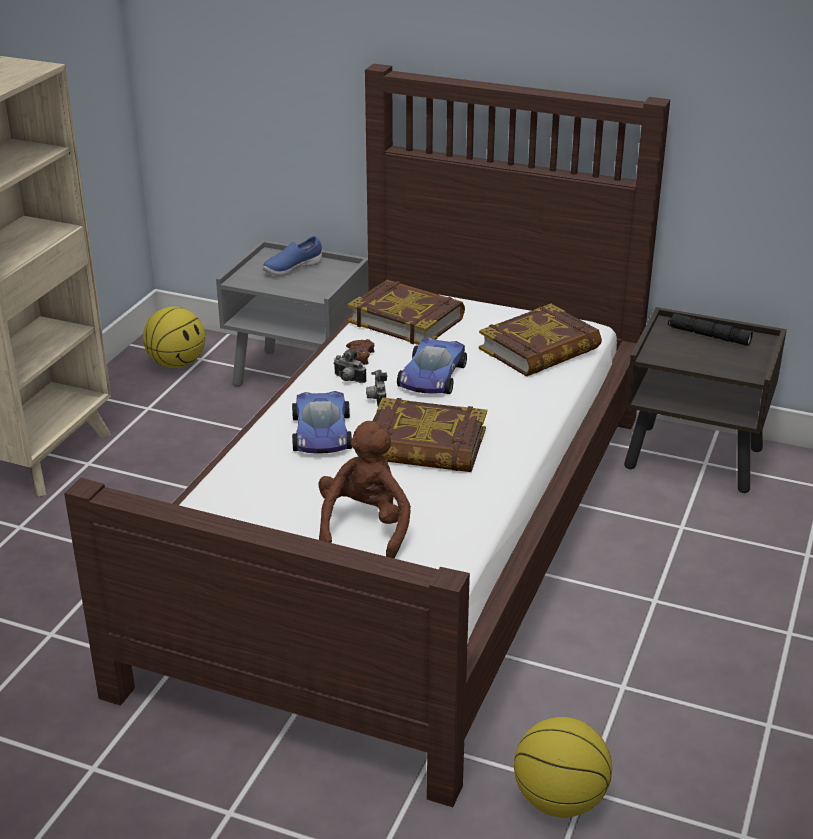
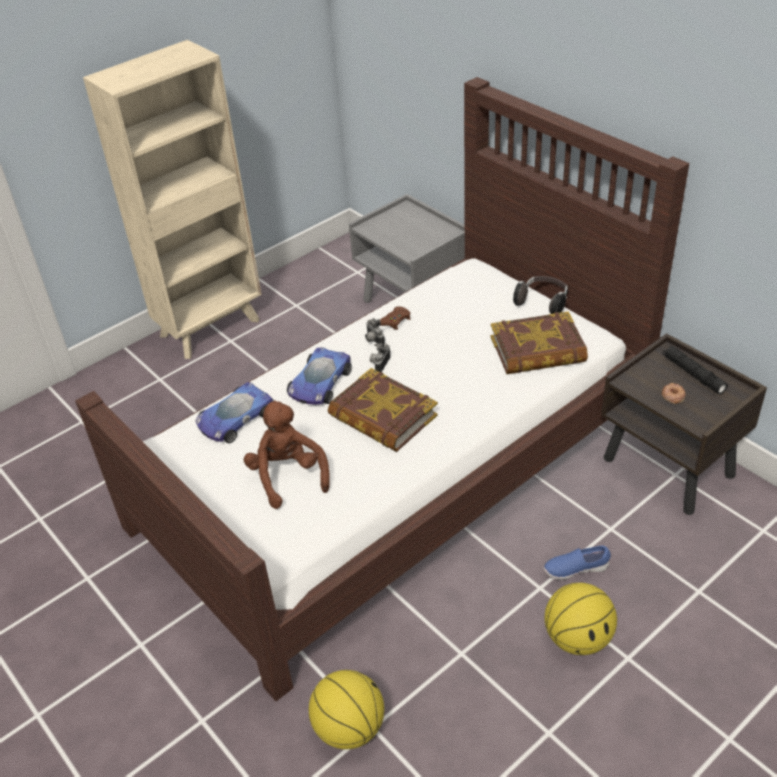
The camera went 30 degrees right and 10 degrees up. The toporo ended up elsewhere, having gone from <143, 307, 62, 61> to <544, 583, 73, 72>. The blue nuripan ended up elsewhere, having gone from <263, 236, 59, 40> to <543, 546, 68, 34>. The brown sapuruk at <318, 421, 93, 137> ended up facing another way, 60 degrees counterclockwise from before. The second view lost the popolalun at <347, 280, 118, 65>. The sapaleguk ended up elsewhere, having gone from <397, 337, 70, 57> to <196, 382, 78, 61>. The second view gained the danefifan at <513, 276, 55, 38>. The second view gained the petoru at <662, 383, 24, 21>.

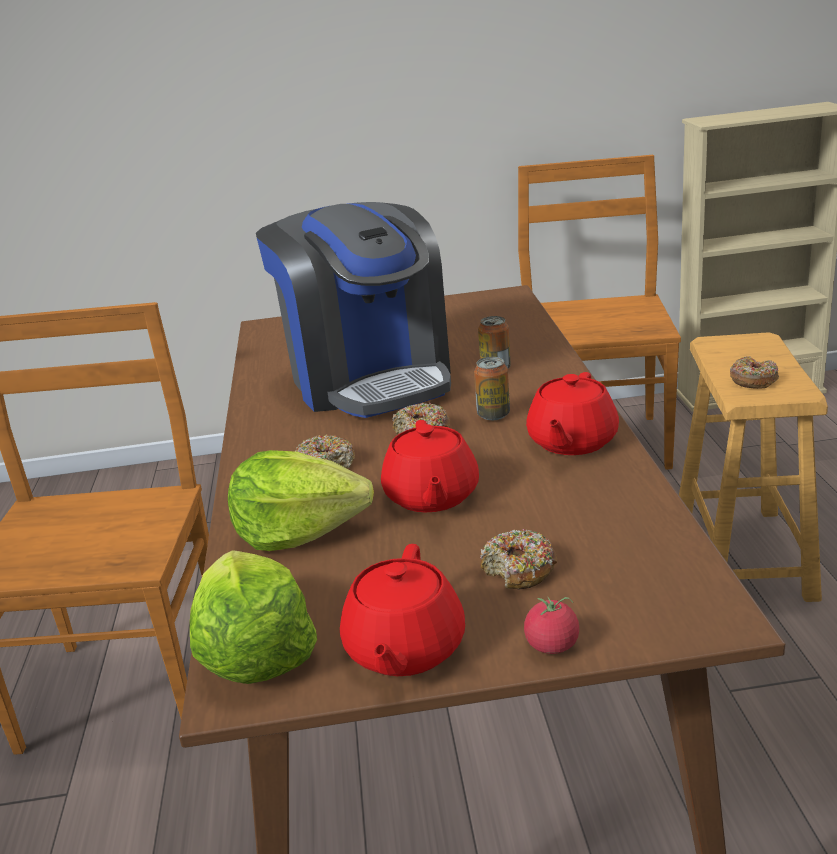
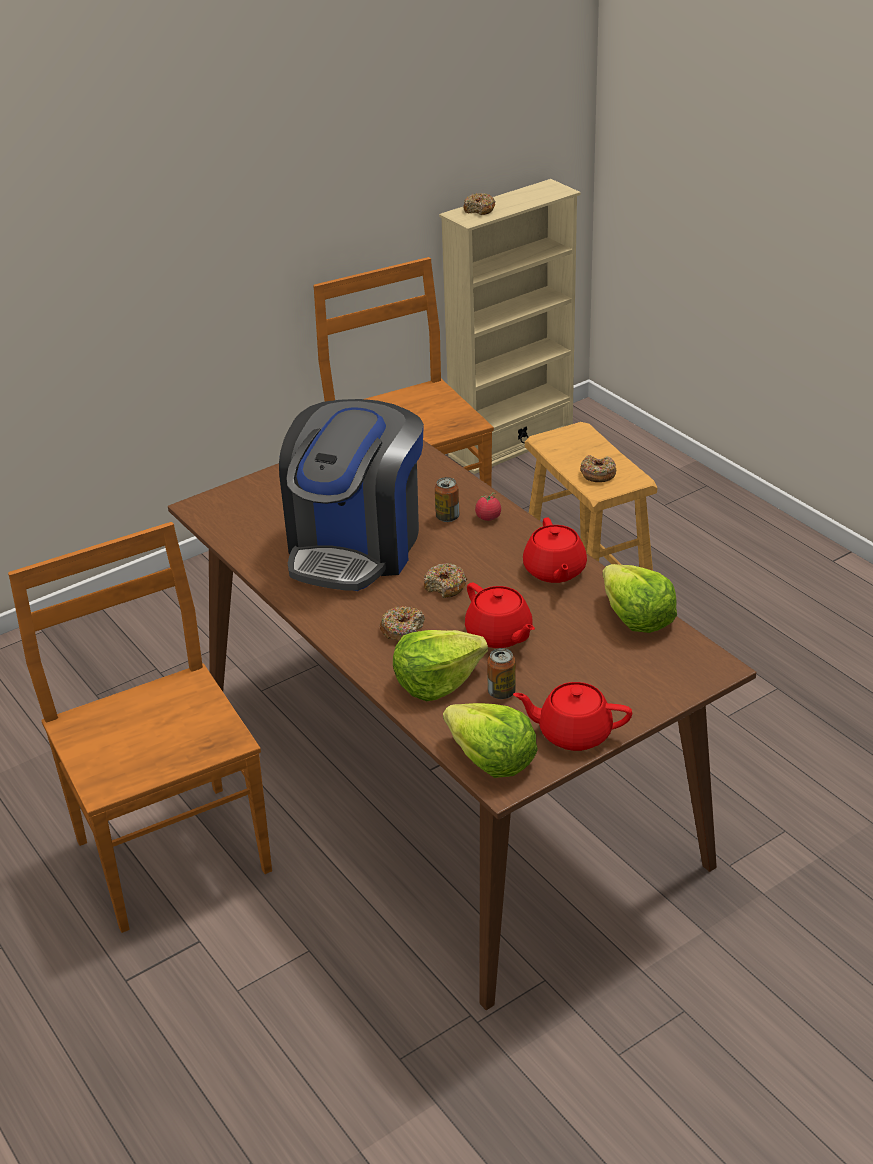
The camera went 30 degrees left and 10 degrees up. The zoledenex at <256, 202, 195, 216> ended up facing another way, 75 degrees clockwise from before. The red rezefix at <340, 544, 125, 132> ended up facing another way, 120 degrees clockwise from before. The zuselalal ended up elsewhere, having gone from <474, 357, 36, 63> to <487, 648, 29, 51>. The petoru ended up elsewhere, having gone from <480, 529, 77, 61> to <463, 193, 32, 22>. The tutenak ended up elsewhere, having gone from <524, 596, 55, 58> to <475, 493, 26, 28>. The second view gained the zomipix at <602, 564, 75, 69>.

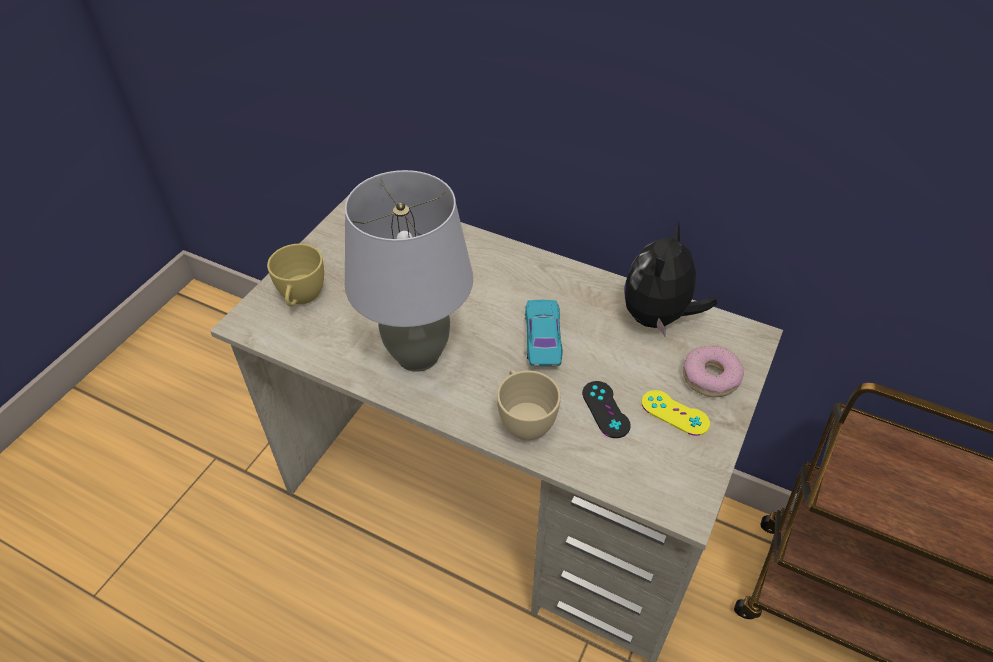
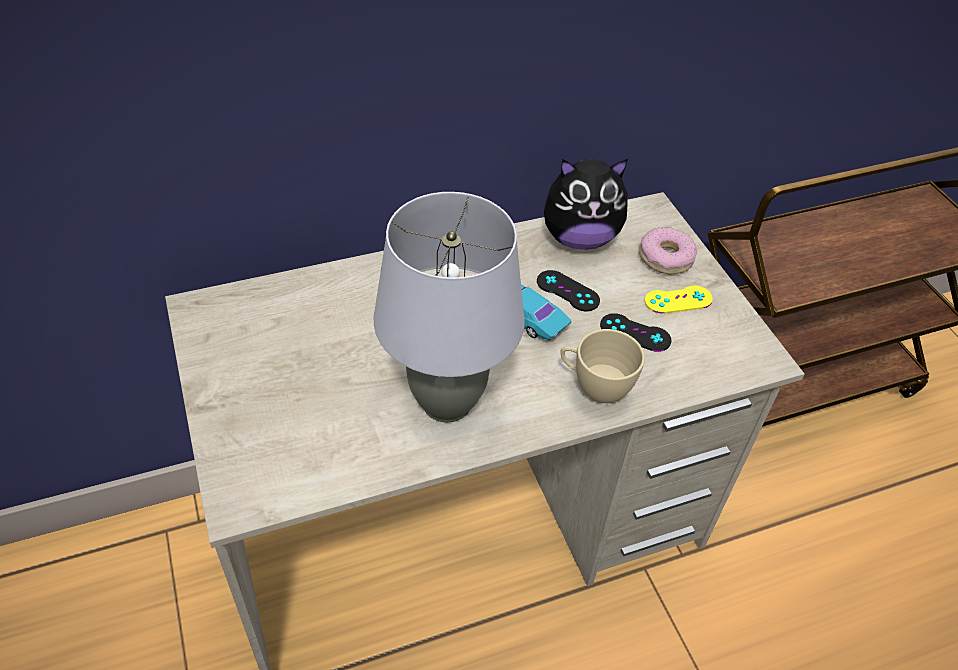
The camera went 50 degrees left and 0 degrees up. The second view lost the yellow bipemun at <267, 244, 57, 63>. The sapuruk at <624, 221, 93, 115> ended up facing another way, 75 degrees counterclockwise from before. The second view gained the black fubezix at <537, 270, 63, 41>.

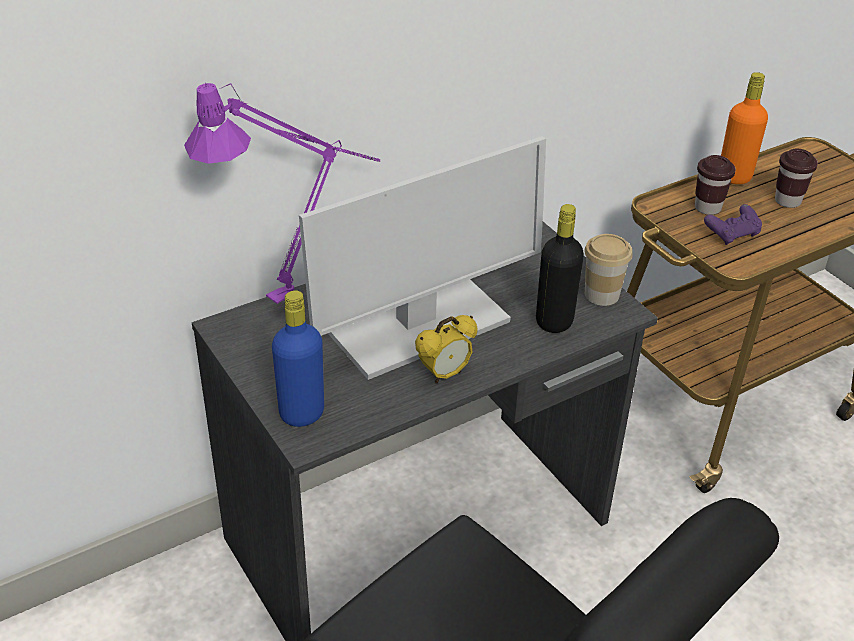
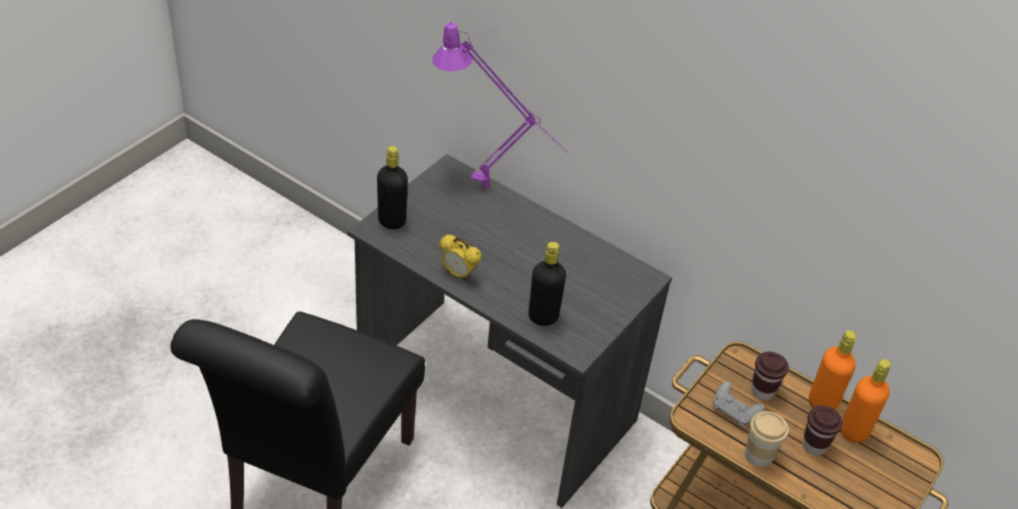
The camera went 65 degrees right and 5 degrees up. What was the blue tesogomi at <272, 290, 52, 137> turned into the black tesogomi at <377, 146, 31, 83>. The second view lost the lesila at <299, 136, 247, 244>. The bipemun ended up elsewhere, having gone from <585, 234, 48, 72> to <745, 411, 43, 56>. What was the purple fubezix at <704, 204, 58, 41> turned into the grey fubezix at <713, 381, 52, 46>. The second view gained the orange tesogomi at <840, 359, 51, 84>.

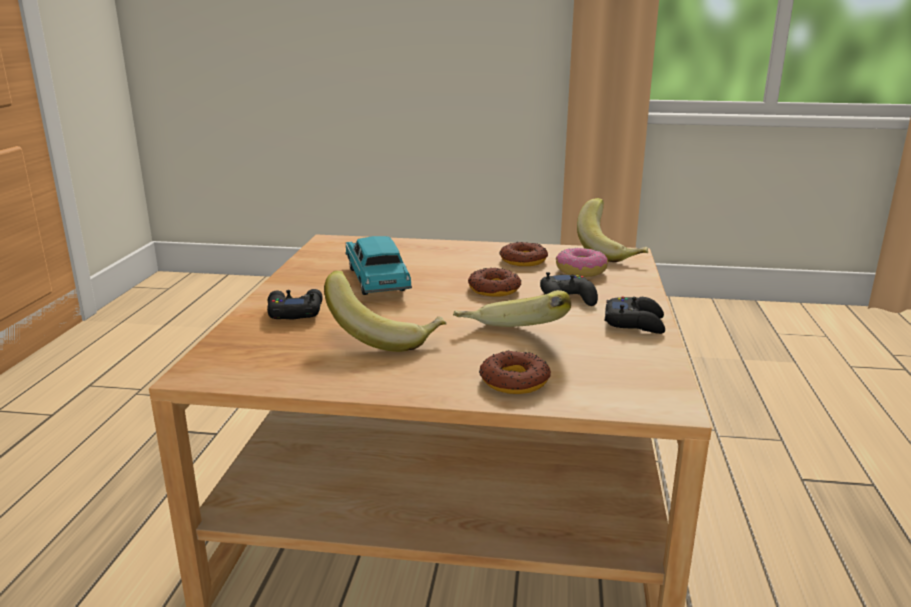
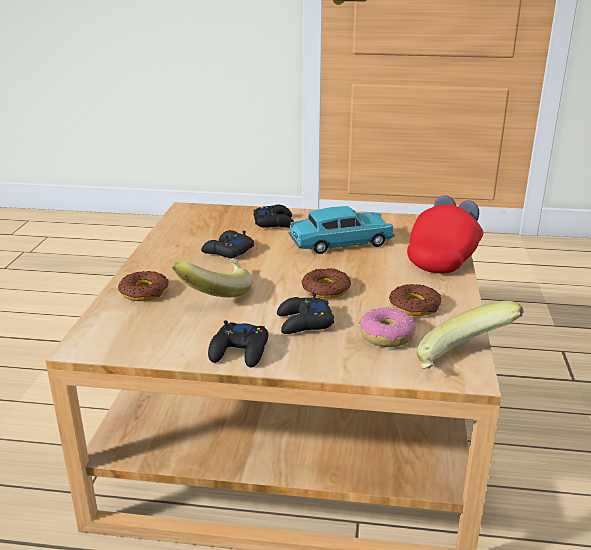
The camera went 90 degrees right and 5 degrees up. Where the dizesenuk stood at <324, 270, 123, 82>, the black fubezix came to stand at <201, 230, 53, 28>. The second view gained the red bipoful at <407, 195, 76, 78>.

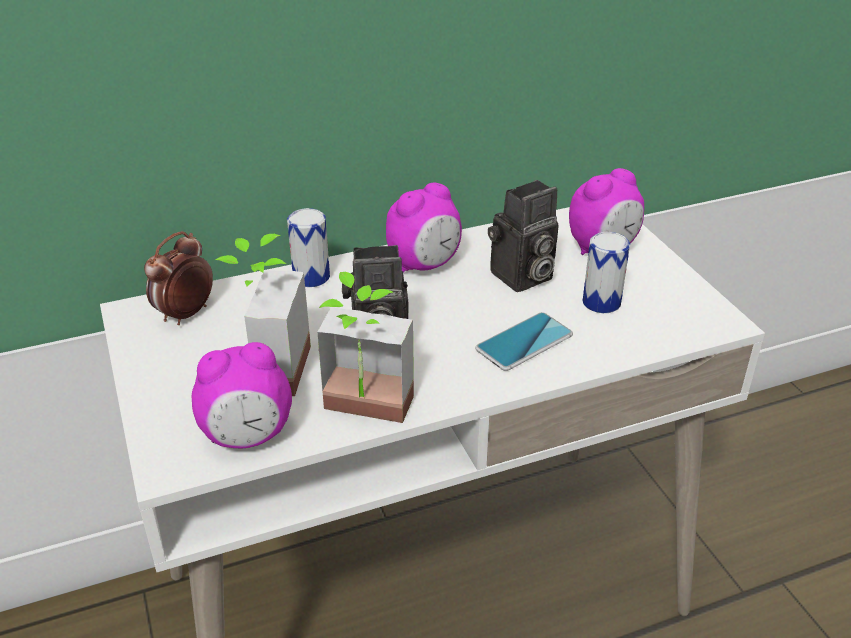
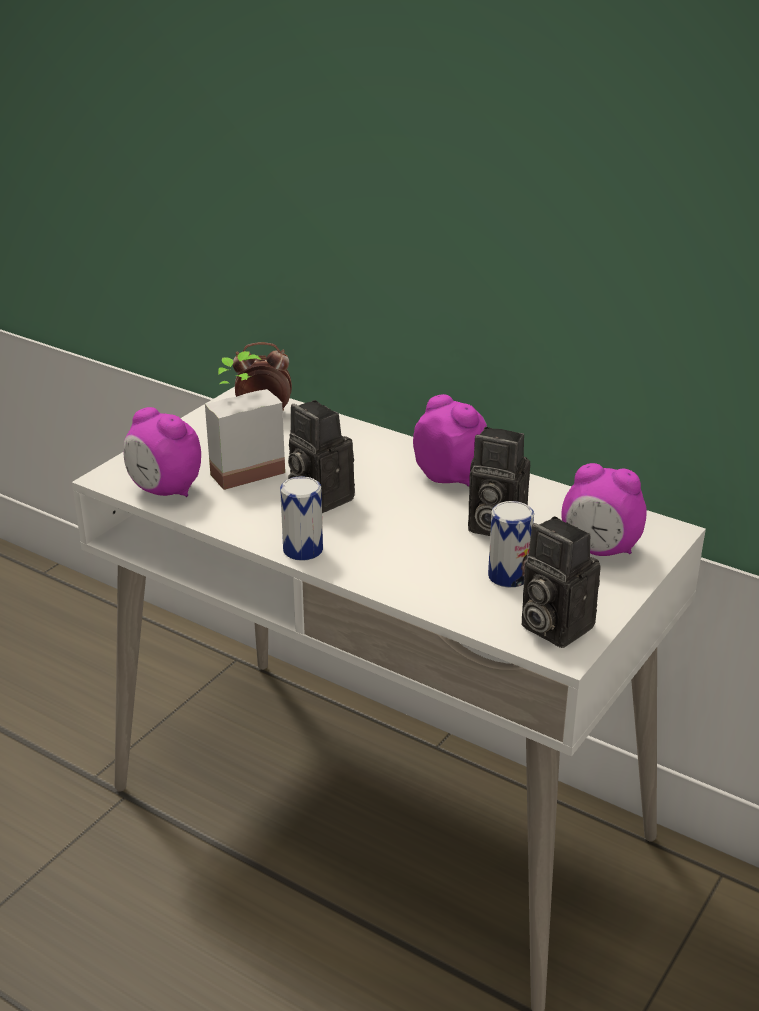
The camera went 55 degrees right and 5 degrees down. The zuselalal ended up elsewhere, having gone from <287, 208, 43, 79> to <280, 476, 43, 85>. The second view lost the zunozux at <317, 272, 97, 151>. The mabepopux at <386, 183, 76, 90> ended up facing another way, 150 degrees counterclockwise from before. The second view lost the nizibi at <475, 312, 98, 59>. The second view gained the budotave at <521, 516, 79, 132>.

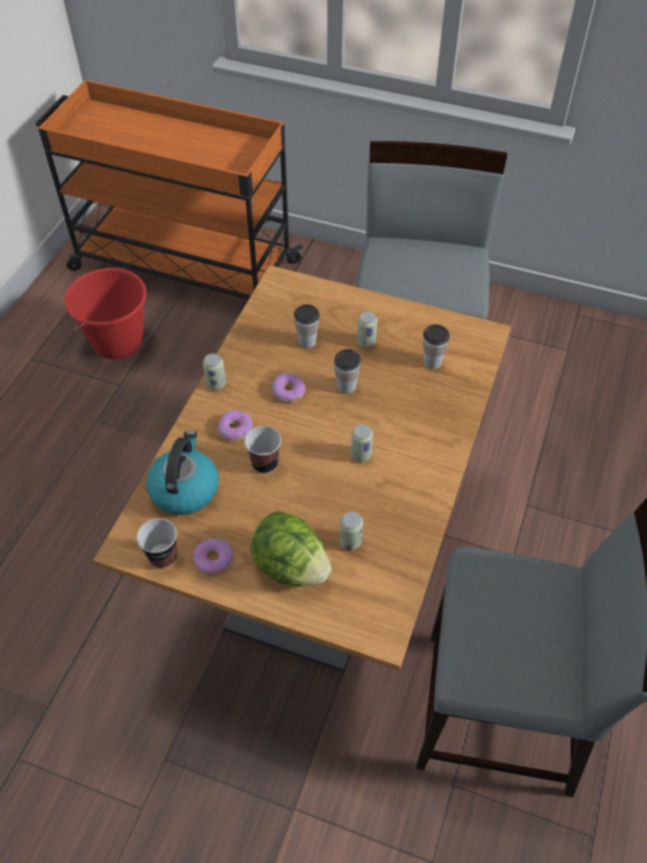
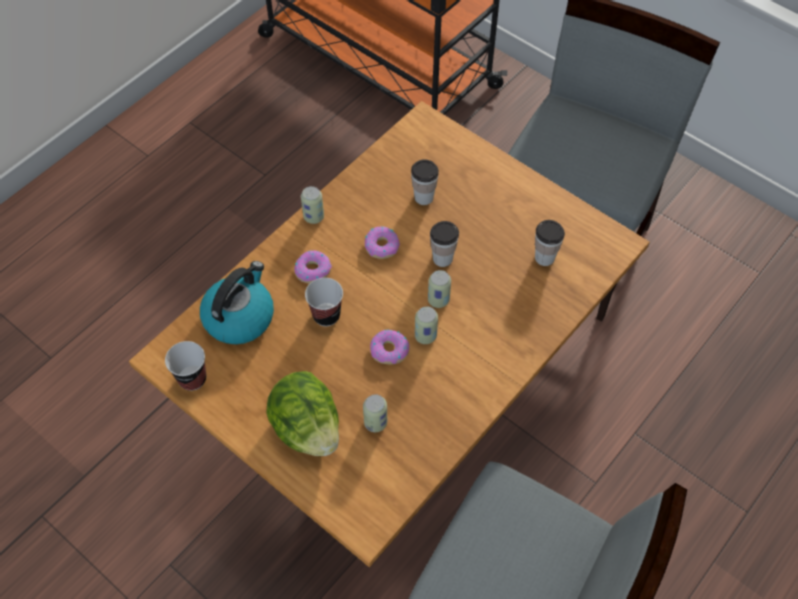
The camera went 20 degrees right and 5 degrees up. The second view lost the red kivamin at <64, 268, 83, 91>. The petoru ended up elsewhere, having gone from <193, 538, 41, 36> to <370, 330, 40, 34>. The zuselalal ended up elsewhere, having gone from <357, 311, 20, 37> to <428, 270, 23, 38>.

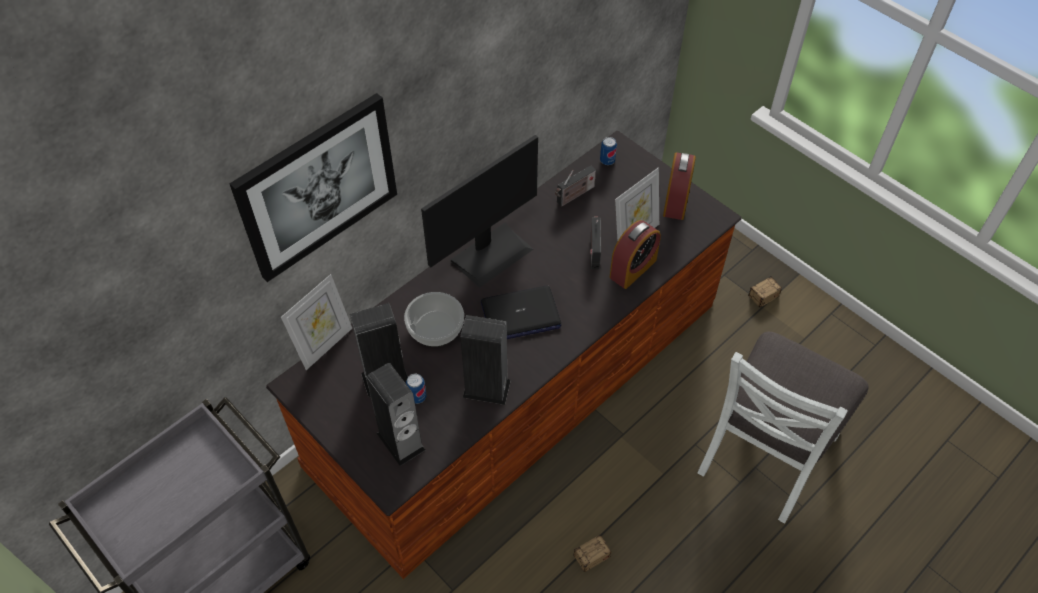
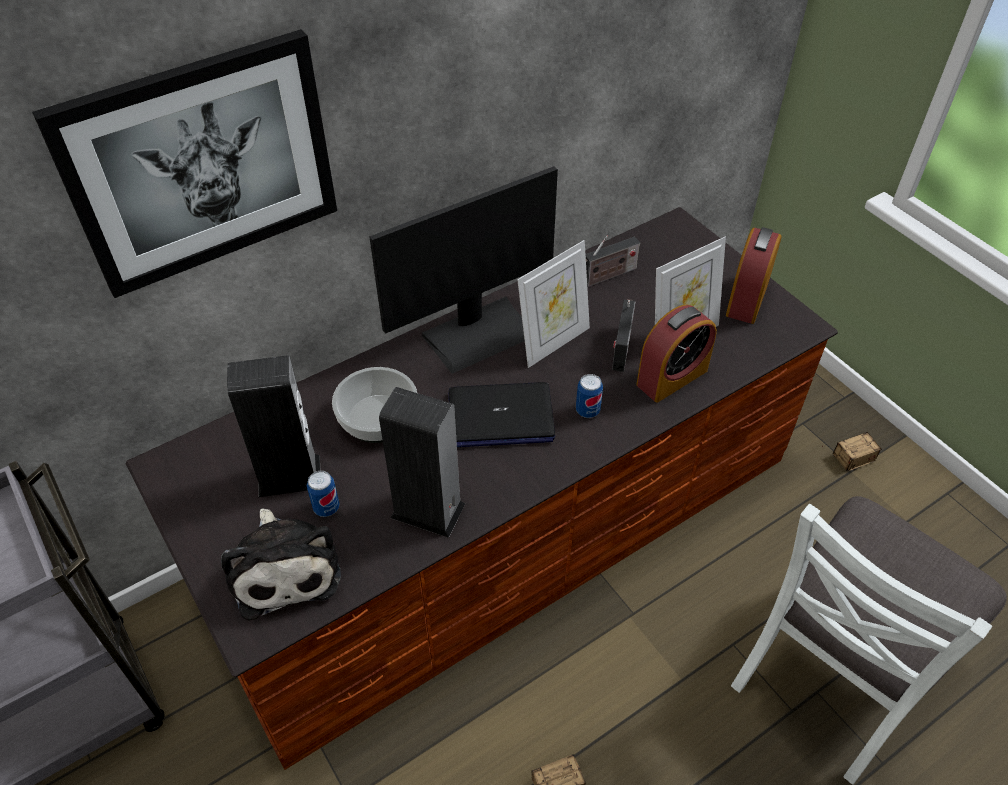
The camera went 10 degrees right and 5 degrees down. The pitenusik ended up elsewhere, having gone from <281, 274, 71, 96> to <517, 240, 73, 128>. Where the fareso stood at <366, 363, 59, 103>, the sapuruk came to stand at <221, 508, 120, 112>. The zuselalal ended up elsewhere, having gone from <600, 137, 17, 28> to <576, 374, 27, 44>.

